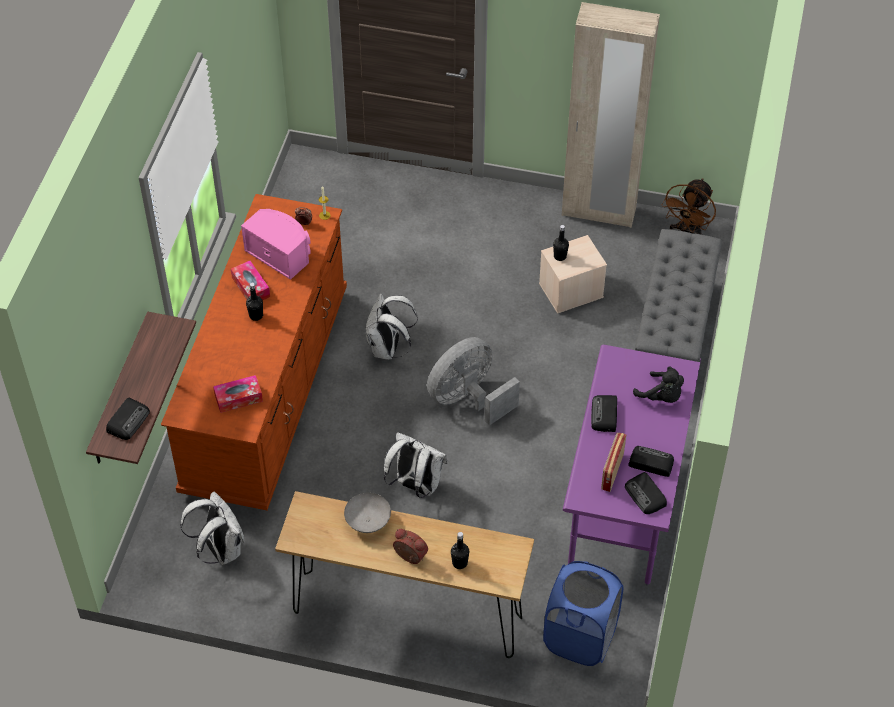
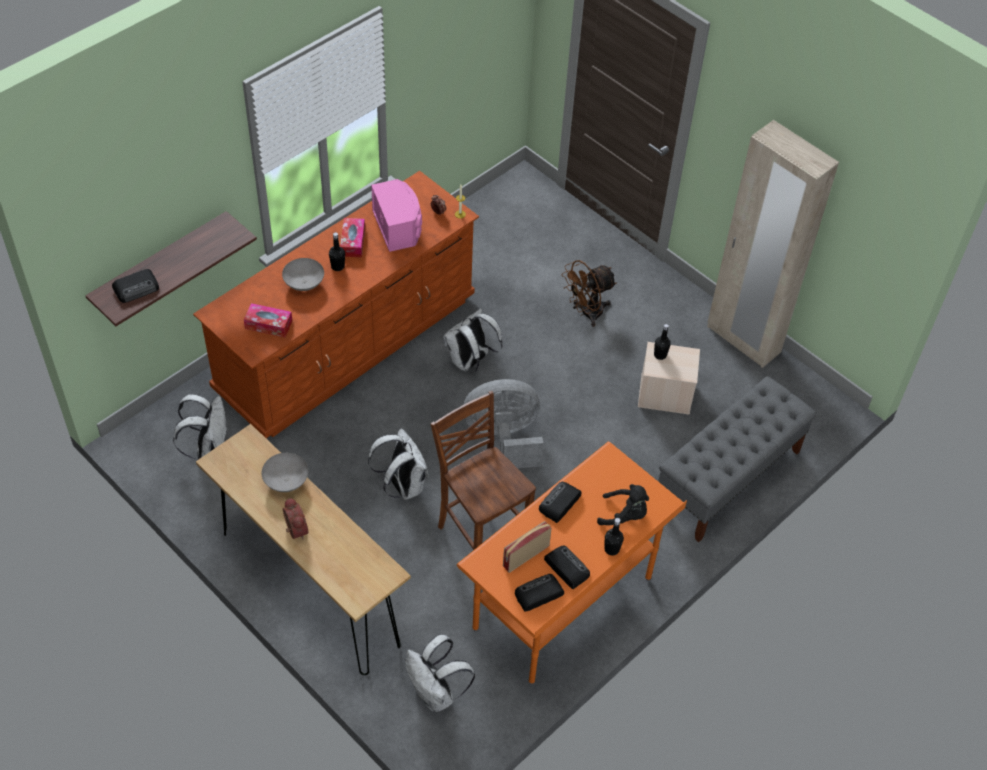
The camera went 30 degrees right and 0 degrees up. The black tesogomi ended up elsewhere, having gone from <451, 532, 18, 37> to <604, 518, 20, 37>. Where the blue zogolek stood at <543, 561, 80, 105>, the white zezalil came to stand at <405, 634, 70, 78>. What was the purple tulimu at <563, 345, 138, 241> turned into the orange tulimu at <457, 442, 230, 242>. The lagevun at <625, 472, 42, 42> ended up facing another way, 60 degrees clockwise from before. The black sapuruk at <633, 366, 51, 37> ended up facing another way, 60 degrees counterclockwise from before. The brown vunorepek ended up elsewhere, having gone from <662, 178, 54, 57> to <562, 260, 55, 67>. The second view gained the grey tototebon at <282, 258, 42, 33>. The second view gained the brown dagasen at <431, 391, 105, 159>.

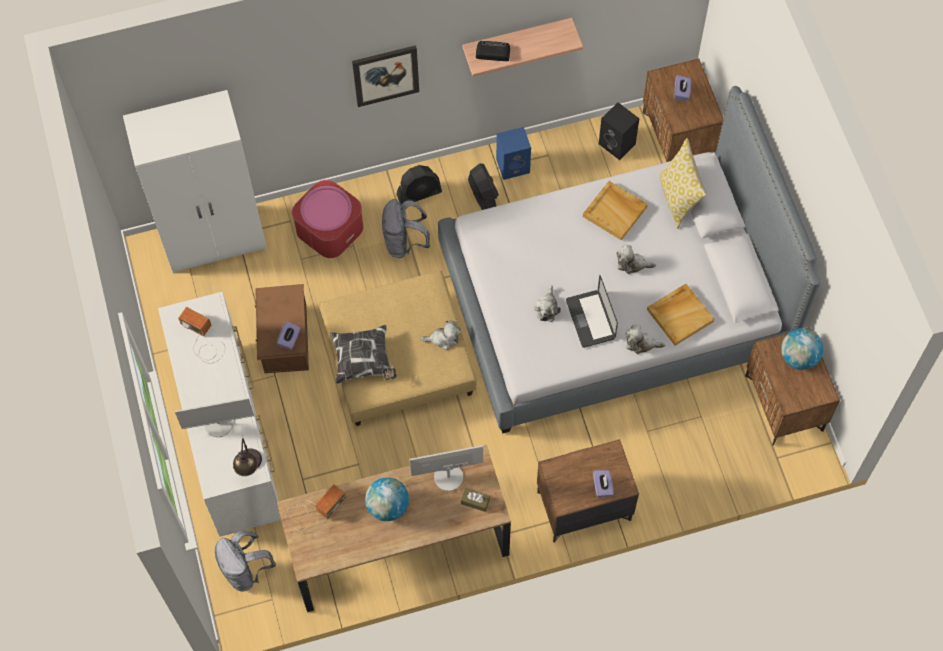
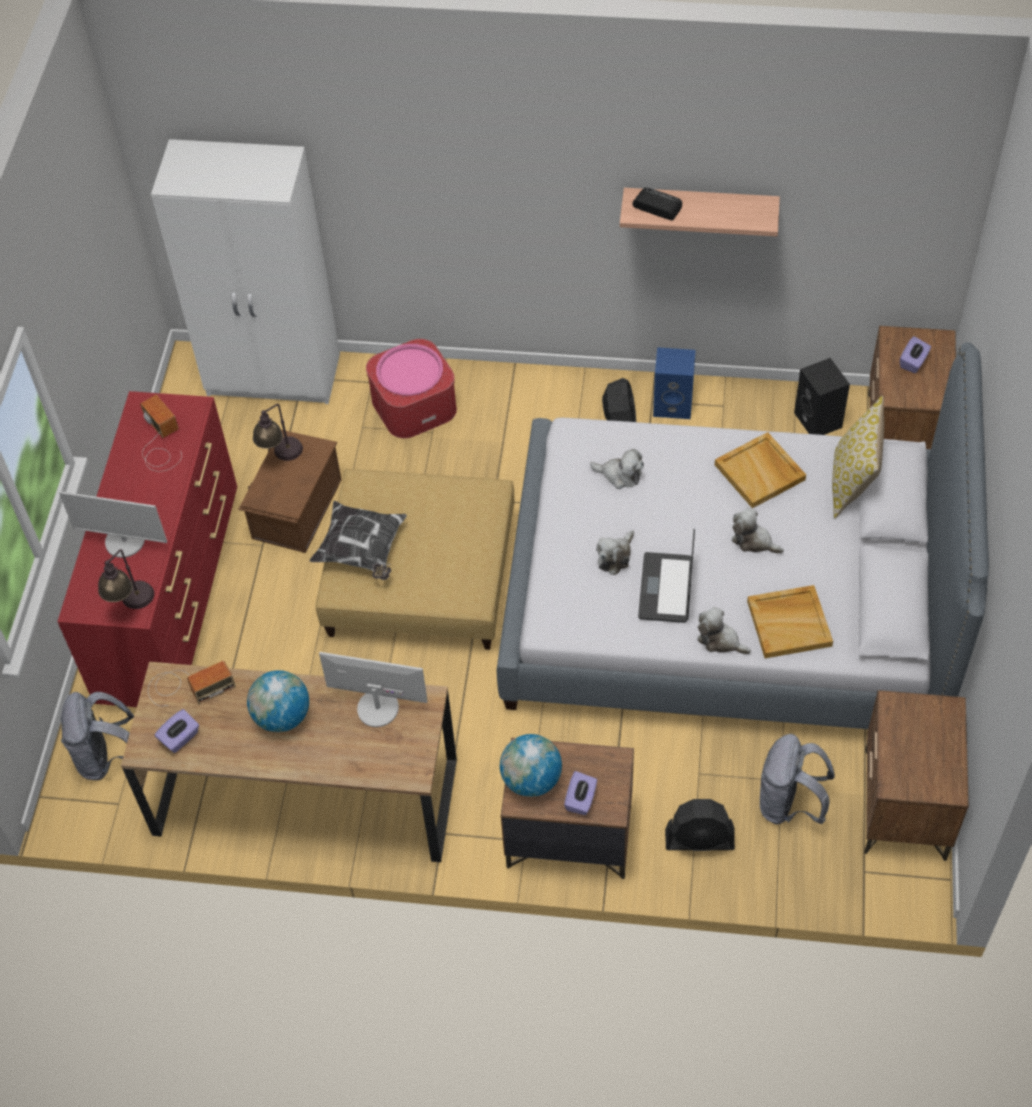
The camera went 25 degrees right and 10 degrees down. What was the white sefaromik at <158, 292, 123, 245> turned into the red sefaromik at <57, 391, 180, 316>. The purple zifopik ended up elsewhere, having gone from <277, 321, 23, 29> to <155, 709, 44, 44>. The second view lost the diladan at <352, 45, 67, 62>. The grey zezalil ended up elsewhere, having gone from <382, 199, 48, 59> to <760, 734, 75, 90>. The black vunorepek ended up elsewhere, having gone from <396, 165, 46, 39> to <665, 799, 70, 52>. The sapuruk ended up elsewhere, having gone from <420, 320, 41, 30> to <590, 449, 54, 40>. The second view lost the brown zifopik at <461, 488, 29, 24>. The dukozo ended up elsewhere, having gone from <781, 328, 42, 42> to <500, 734, 62, 63>. The second view gained the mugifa at <253, 404, 50, 57>.

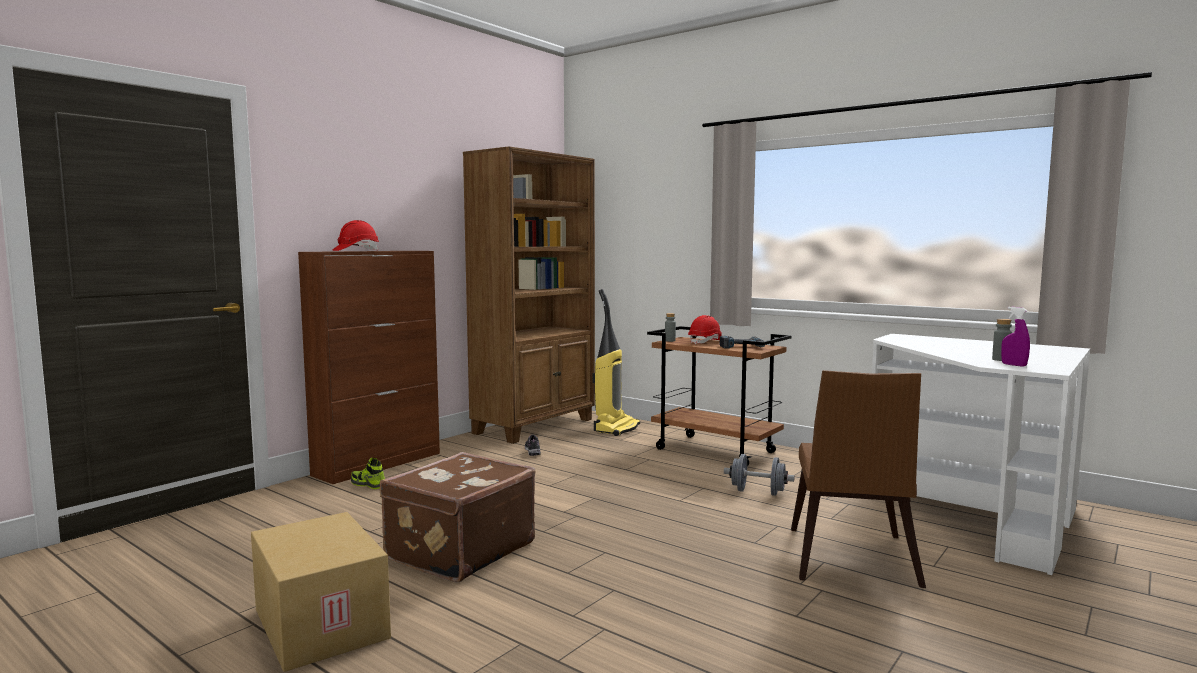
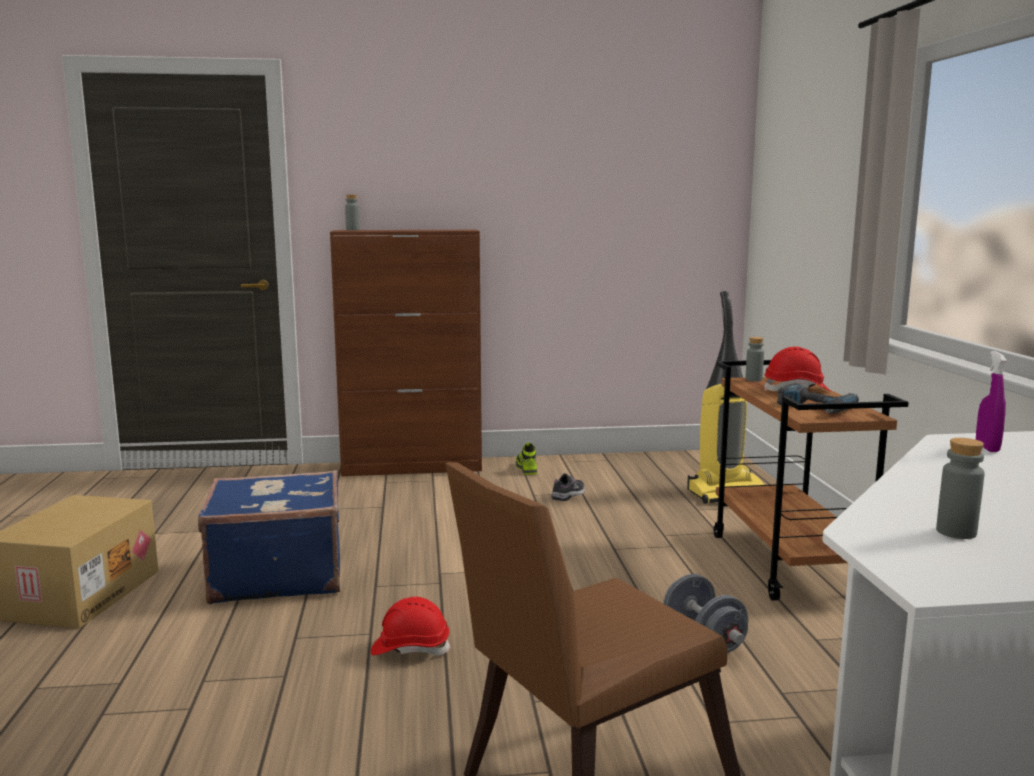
The camera went 45 degrees right and 5 degrees up. The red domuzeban ended up elsewhere, having gone from <332, 220, 47, 31> to <371, 597, 80, 58>. The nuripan ended up elsewhere, having gone from <351, 458, 34, 31> to <516, 443, 21, 32>. What was the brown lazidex at <380, 452, 156, 131> turned into the blue lazidex at <198, 470, 142, 135>. The second view lost the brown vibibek at <463, 146, 132, 298>. The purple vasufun ended up elsewhere, having gone from <1001, 307, 29, 60> to <976, 351, 31, 101>. The second view gained the grey tesogomi at <345, 195, 15, 35>.

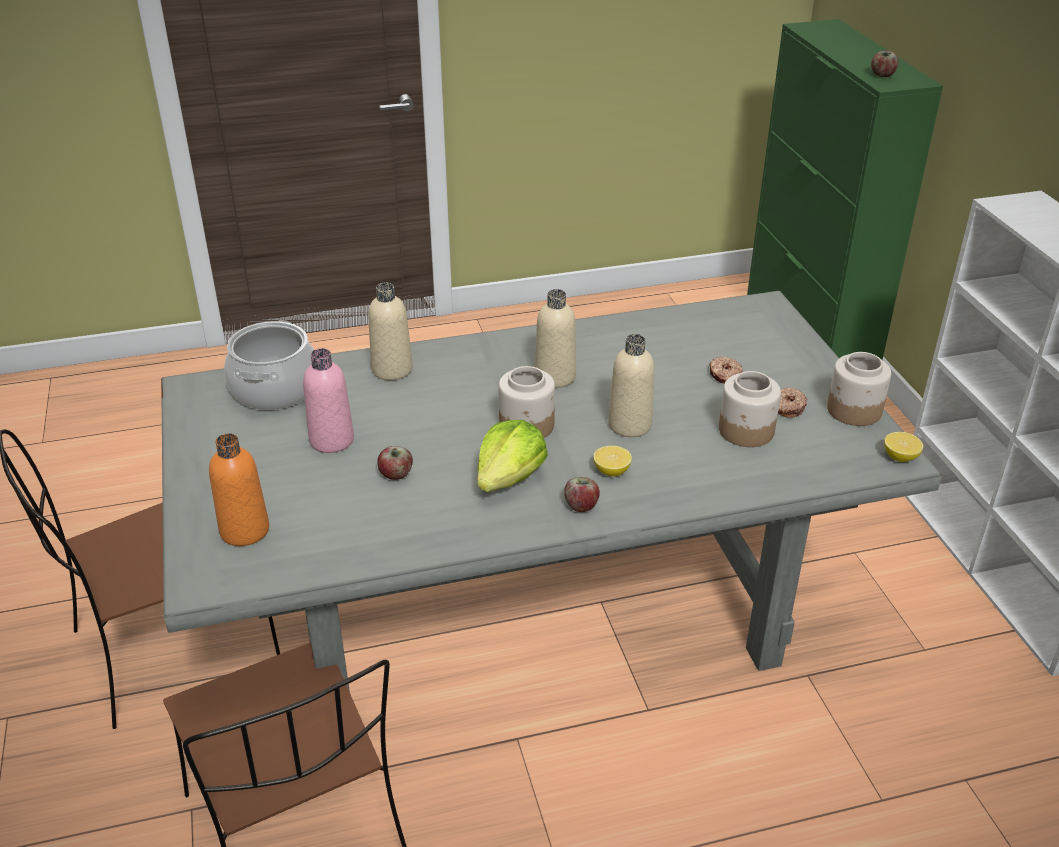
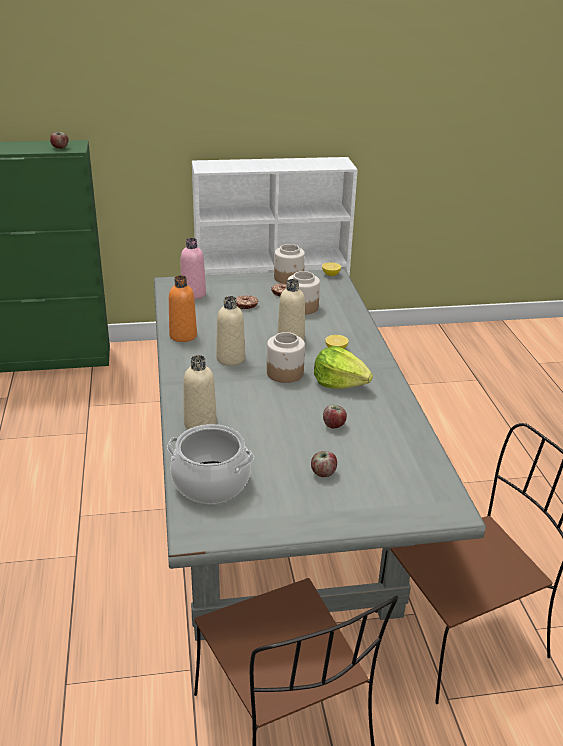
The camera went 85 degrees left and 5 degrees down. The orange tesogomi ended up elsewhere, having gone from <209, 433, 60, 113> to <169, 275, 28, 67>. The pink tesogomi ended up elsewhere, having gone from <303, 348, 51, 105> to <181, 238, 25, 61>. The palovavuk ended up elsewhere, having gone from <564, 477, 36, 35> to <311, 451, 26, 26>.

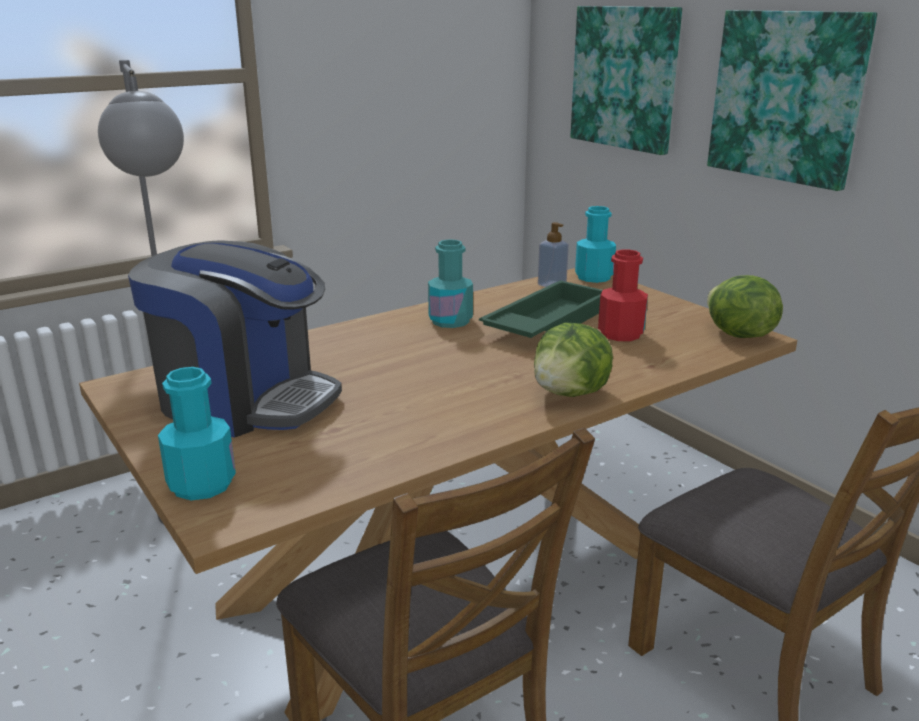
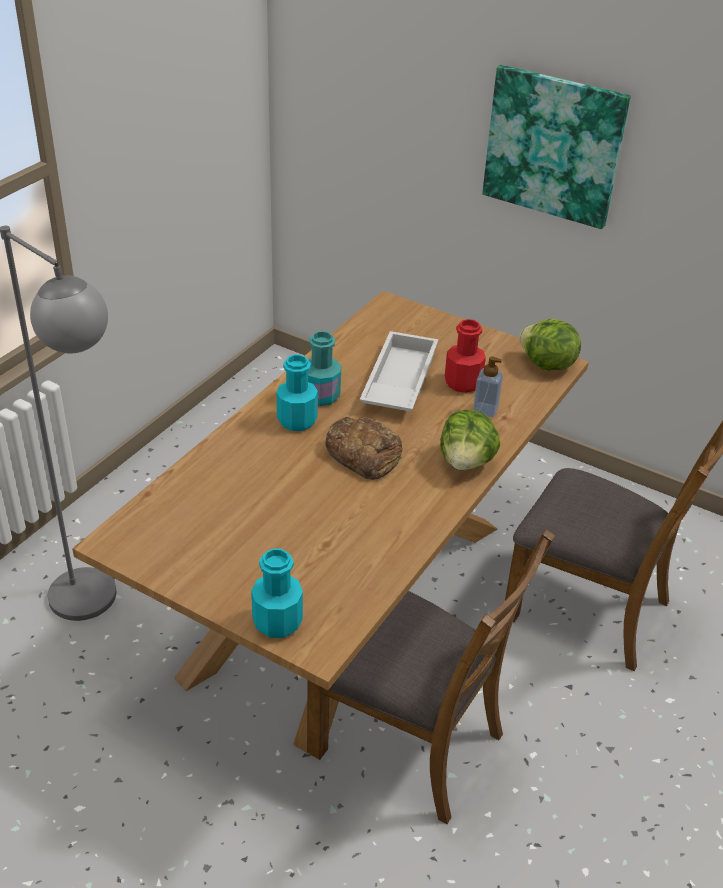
The camera went 25 degrees left and 15 degrees up. The second view lost the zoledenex at <128, 240, 214, 198>. What was the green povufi at <479, 280, 123, 58> turned into the white povufi at <360, 331, 78, 80>. The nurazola ended up elsewhere, having gone from <538, 222, 31, 65> to <473, 356, 30, 62>. The second view lost the diladan at <570, 6, 112, 149>. The turquoise tesogomi ended up elsewhere, having gone from <575, 206, 41, 77> to <276, 355, 42, 76>. The second view gained the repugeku at <325, 417, 77, 63>.

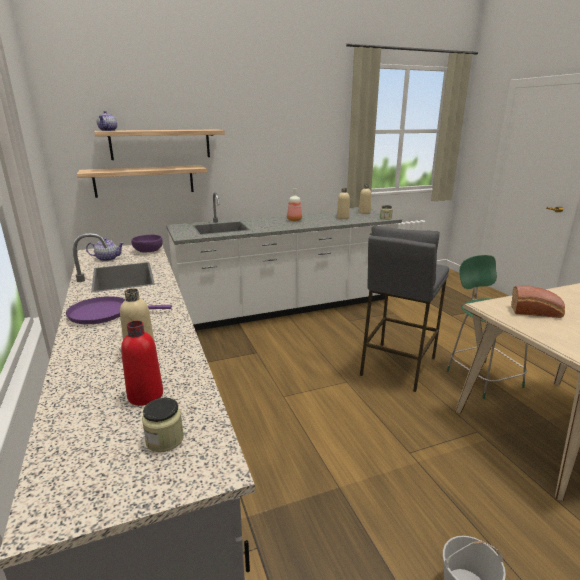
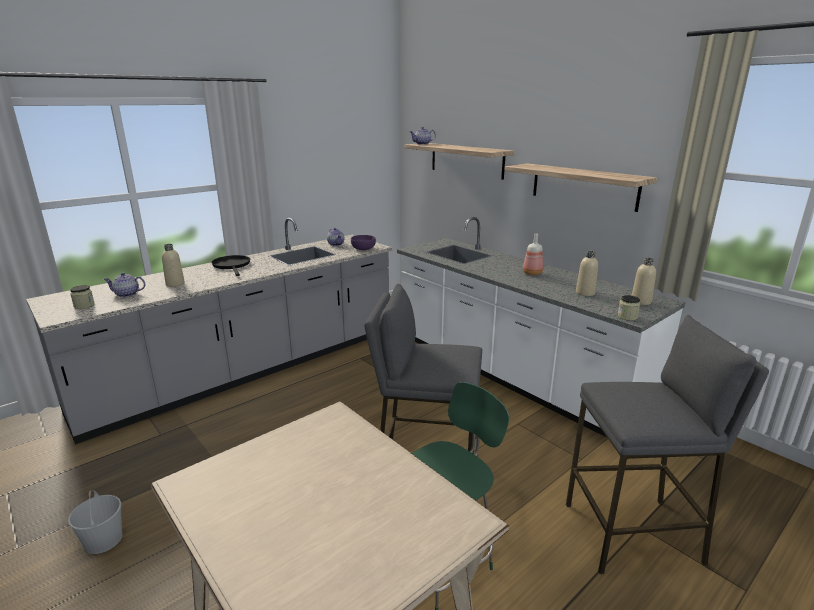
The camera went 70 degrees right and 0 degrees up. What was the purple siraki at <66, 296, 106, 28> turned into the black siraki at <211, 255, 39, 21>. The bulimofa ended up elsewhere, having gone from <77, 165, 130, 33> to <504, 163, 153, 49>. Where the red tesogomi stood at <121, 321, 42, 85>, the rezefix came to stand at <104, 273, 41, 24>. The second view lost the repugeku at <511, 286, 54, 32>. The second view gained the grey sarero at <566, 315, 203, 259>.

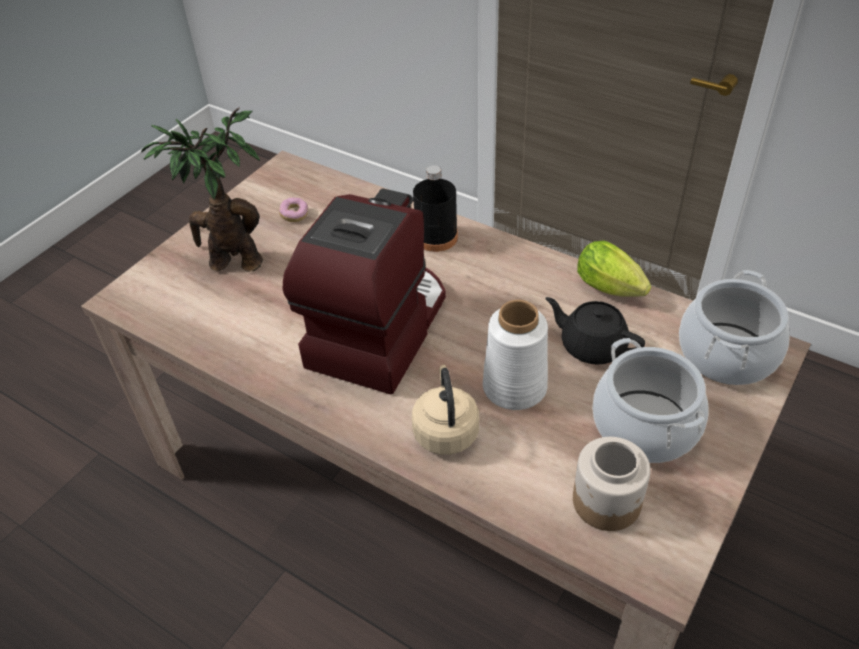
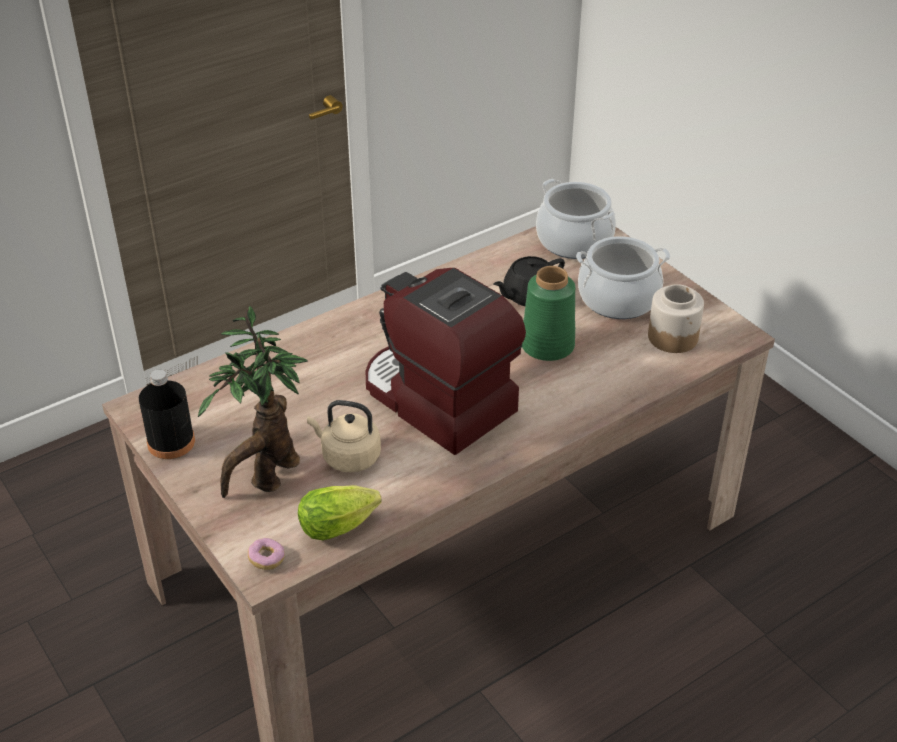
The camera went 70 degrees left and 5 degrees down. The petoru ended up elsewhere, having gone from <279, 197, 29, 25> to <248, 538, 37, 32>. The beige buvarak ended up elsewhere, having gone from <412, 365, 67, 90> to <307, 400, 74, 73>. The black tesogomi ended up elsewhere, having gone from <413, 165, 45, 87> to <139, 369, 56, 90>. What was the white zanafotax at <483, 300, 65, 110> turned into the green zanafotax at <522, 266, 54, 95>. The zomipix ended up elsewhere, having gone from <577, 241, 75, 56> to <298, 485, 84, 55>.

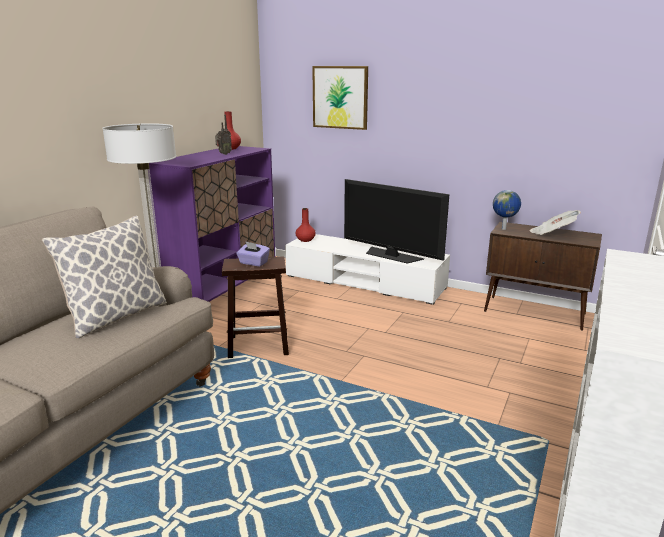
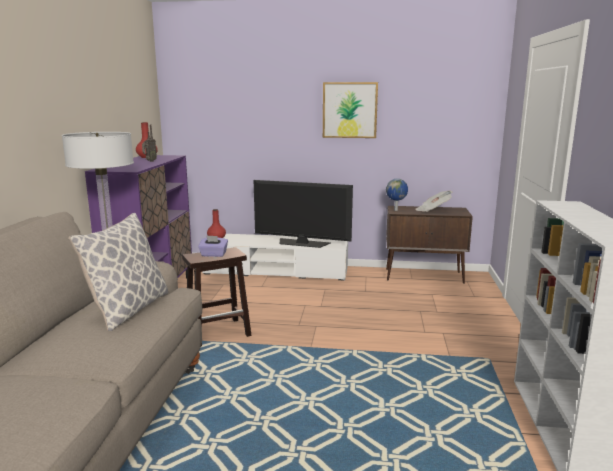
The camera went 20 degrees left and 5 degrees down. The diladan ended up elsewhere, having gone from <312, 66, 56, 64> to <323, 82, 55, 56>.

